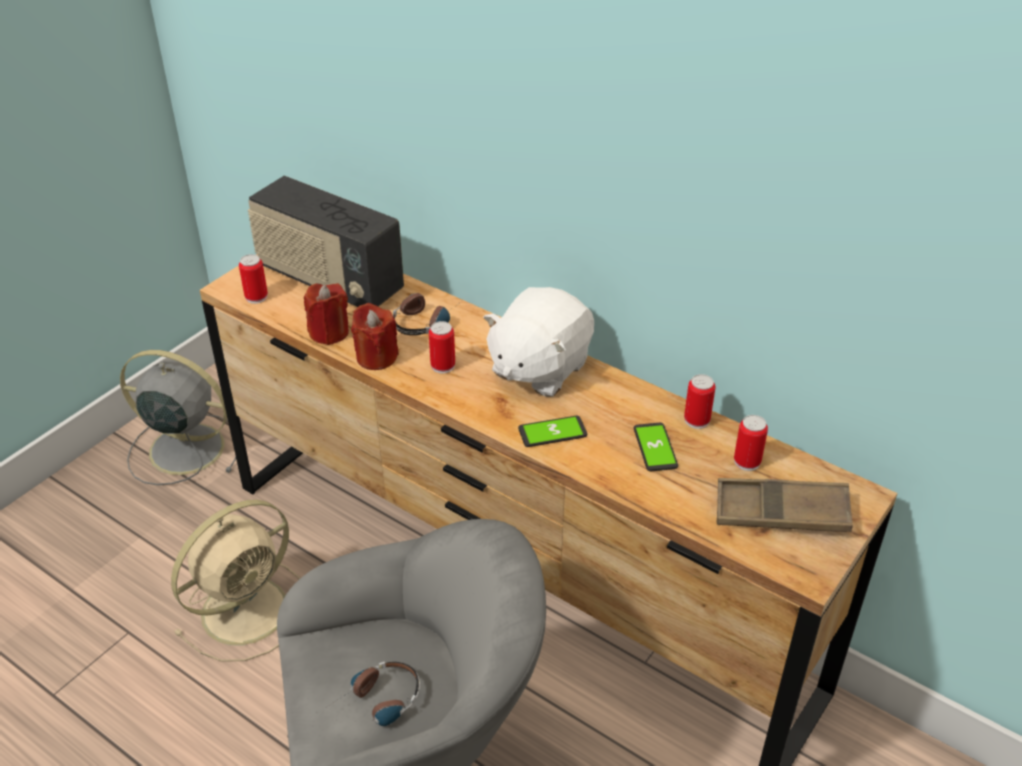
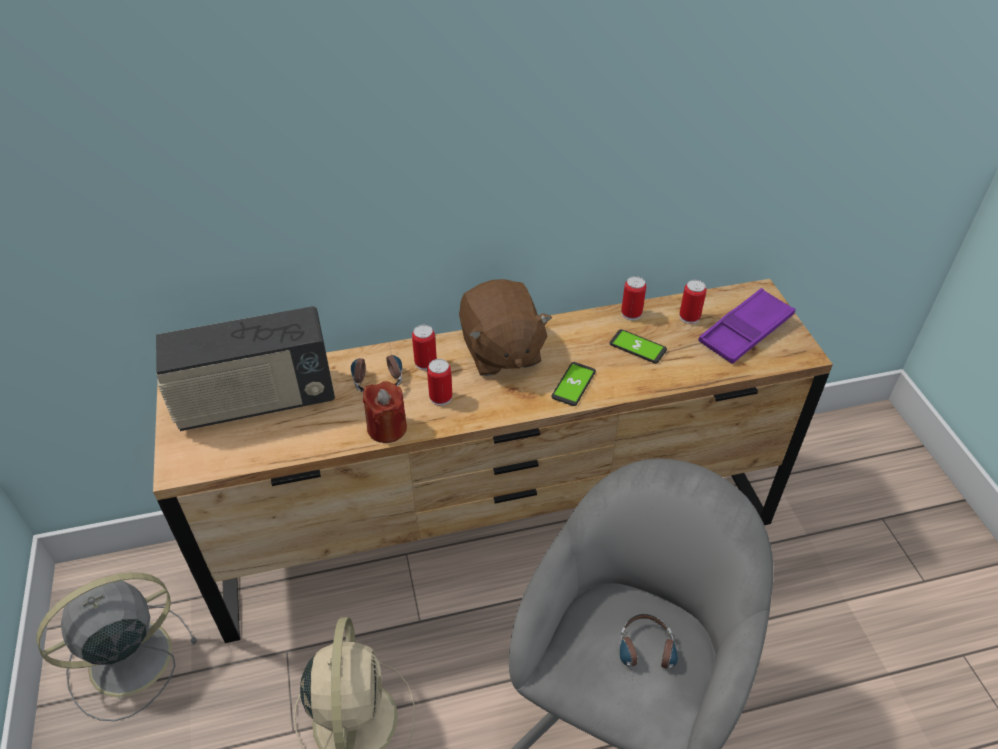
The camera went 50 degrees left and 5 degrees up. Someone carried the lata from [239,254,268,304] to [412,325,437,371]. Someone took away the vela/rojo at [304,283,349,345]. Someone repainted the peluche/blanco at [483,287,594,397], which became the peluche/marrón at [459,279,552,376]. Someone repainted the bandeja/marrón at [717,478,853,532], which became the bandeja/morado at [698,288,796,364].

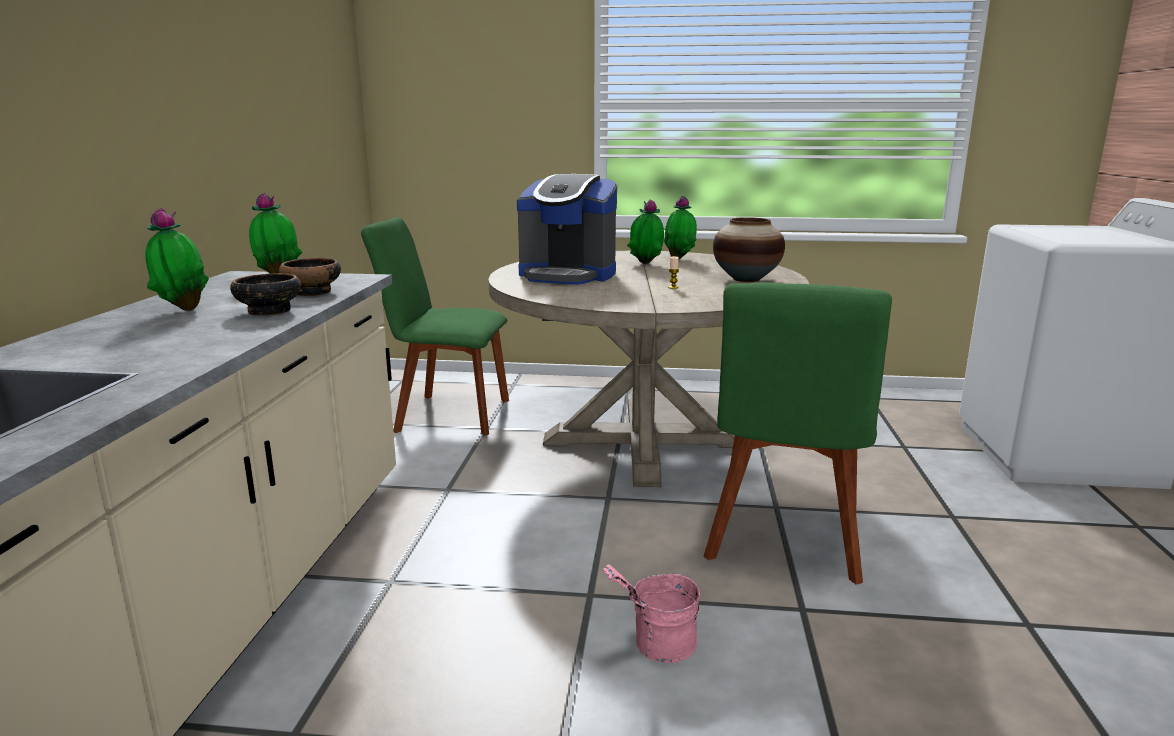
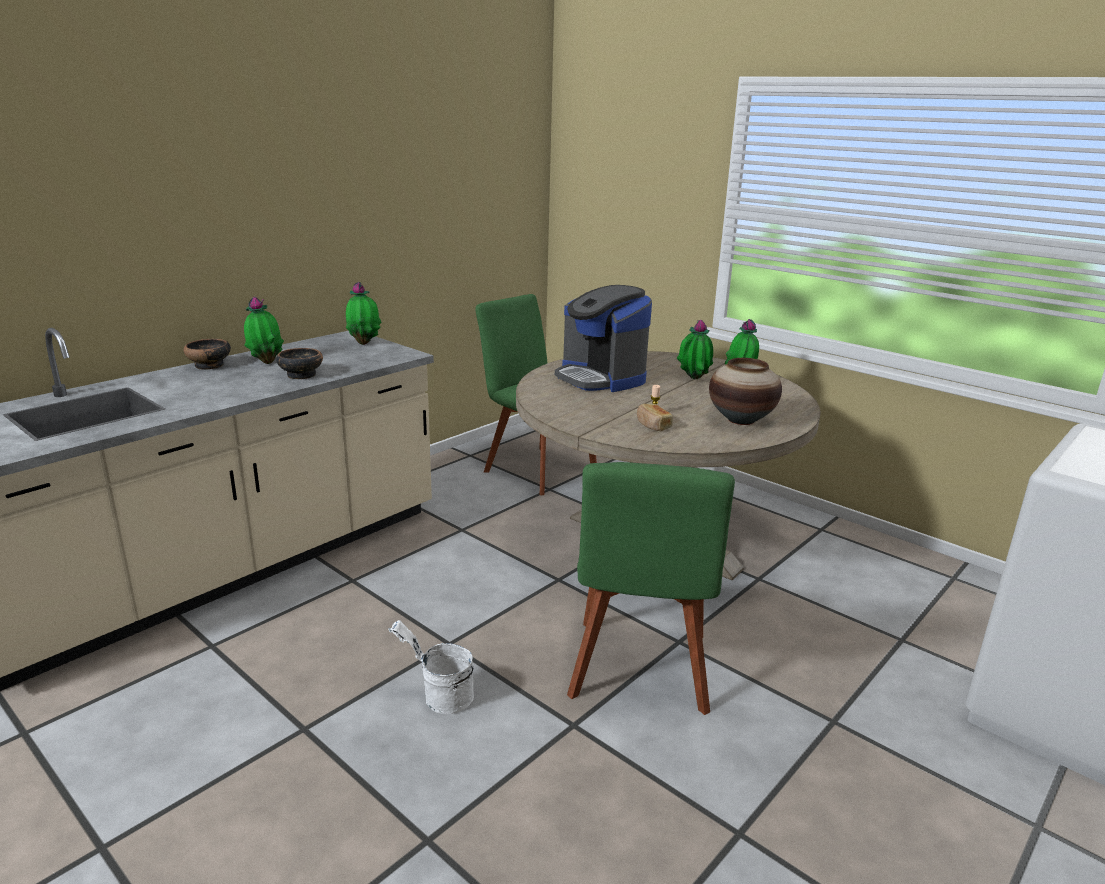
The camera went 35 degrees right and 5 degrees up. Someone carried the cuenco from [279,258,341,296] to [183,339,231,370]. Someone rotated the silla/verde at [703,283,892,585] by 45 degrees counterclockwise. Someone repainted the cubo/rosa at [603,564,700,663], which became the cubo/blanco at [388,620,474,714]. Someone put down the pan at [637,404,673,431].

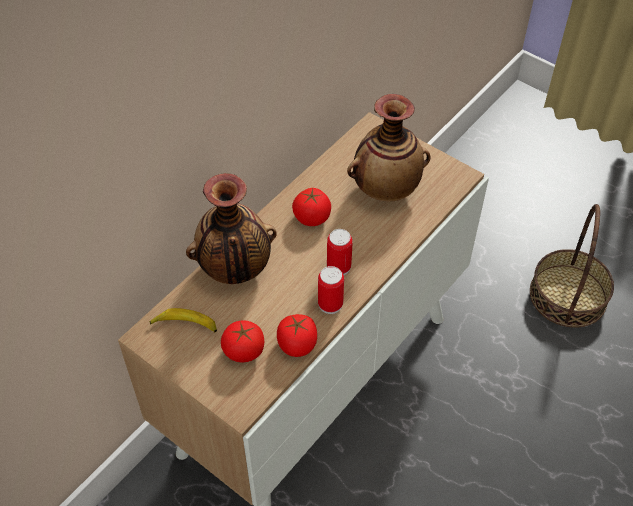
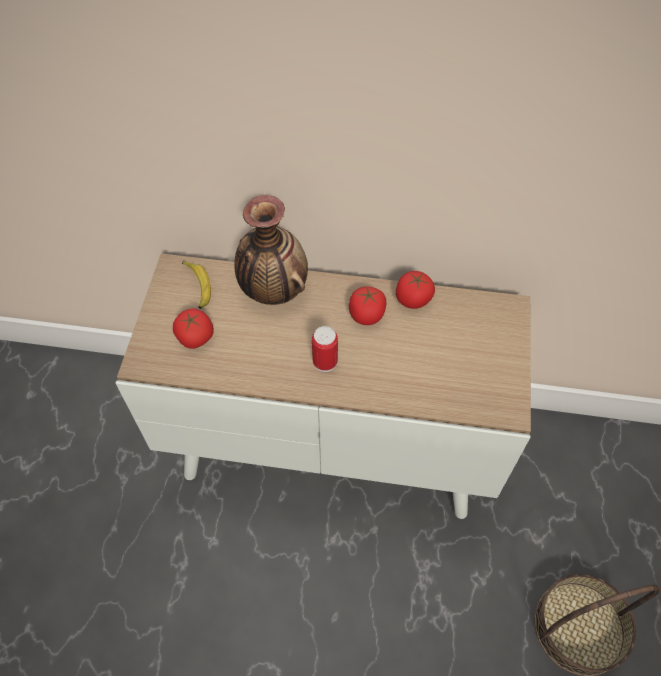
The camera went 60 degrees right and 5 degrees up. Someone took away the florero at [347,94,431,201]. Someone took away the lata at [318,266,344,314]. Someone carried the tomate from [277,314,317,357] to [396,271,435,309].

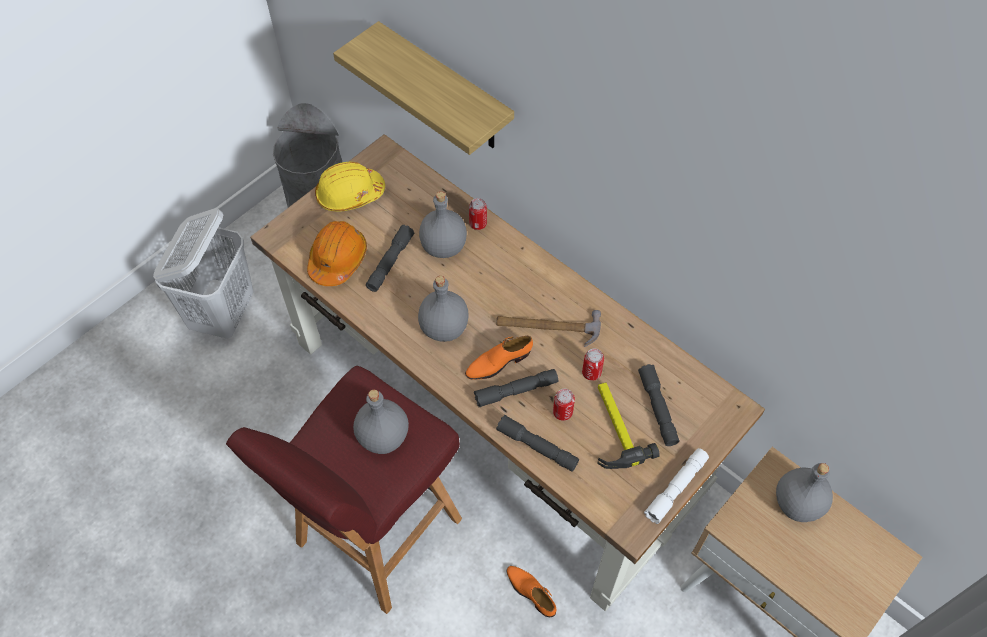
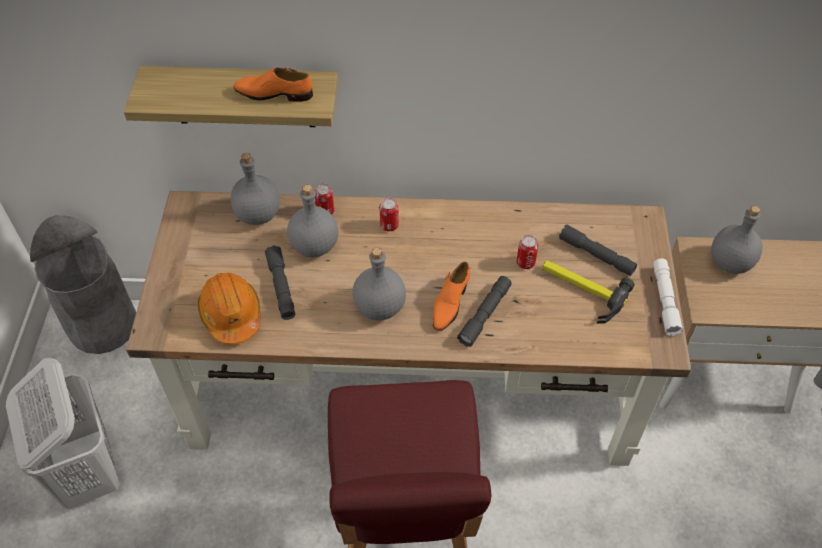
The camera went 40 degrees left and 5 degrees down. Someone took away the casco/amarillo at [315,162,385,212]. Someone took away the martillo at [496,310,601,347]. Someone carried the lata from [553,389,575,421] to [380,198,399,231]. Someone carried the botella/gris from [353,390,409,454] to [231,153,280,225]. Someone took away the linterna/gris at [496,415,579,472]. Someone carried the zapato/naranja from [507,566,557,617] to [234,67,313,102].

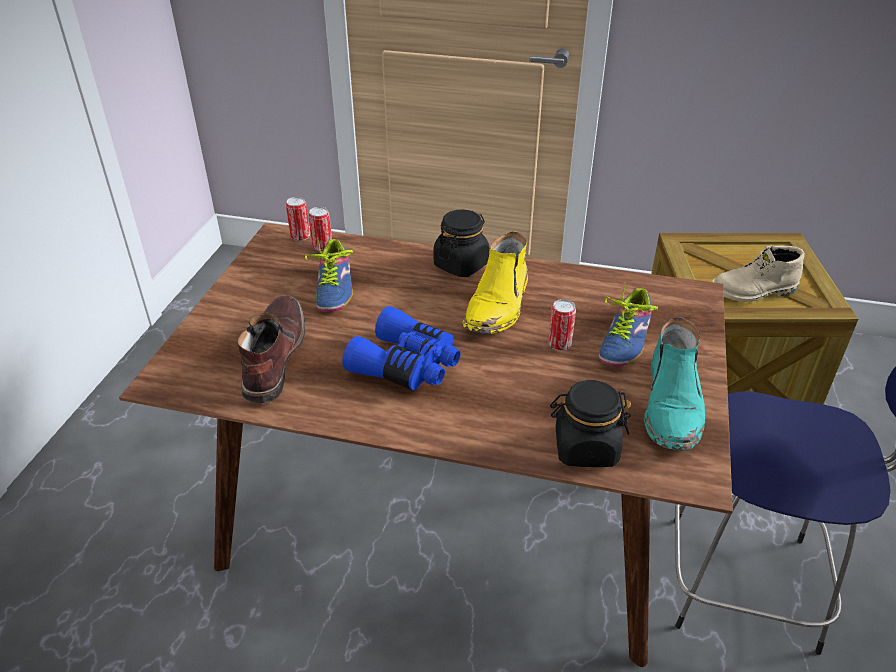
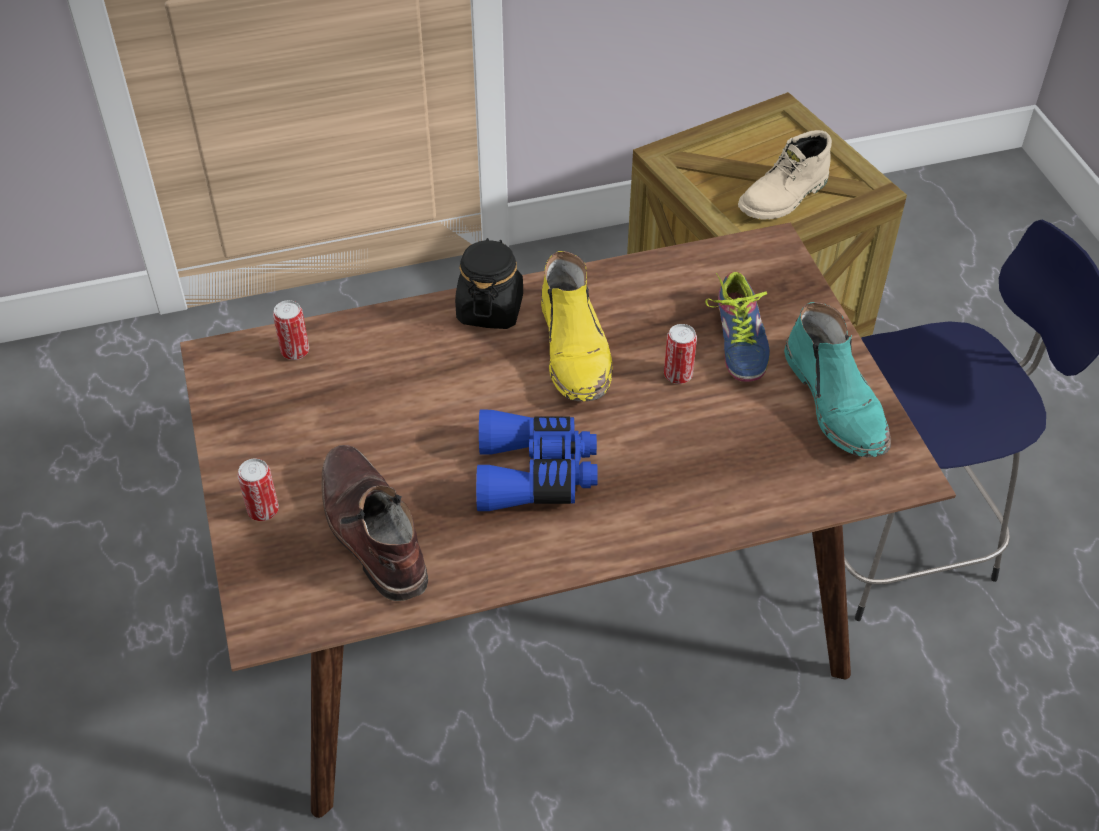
The camera went 30 degrees left and 10 degrees up. Someone carried the lata from [286,197,310,241] to [238,459,279,521]. Someone took away the zapato at [305,238,353,312]. Someone took away the tarro/negro at [550,380,631,467].

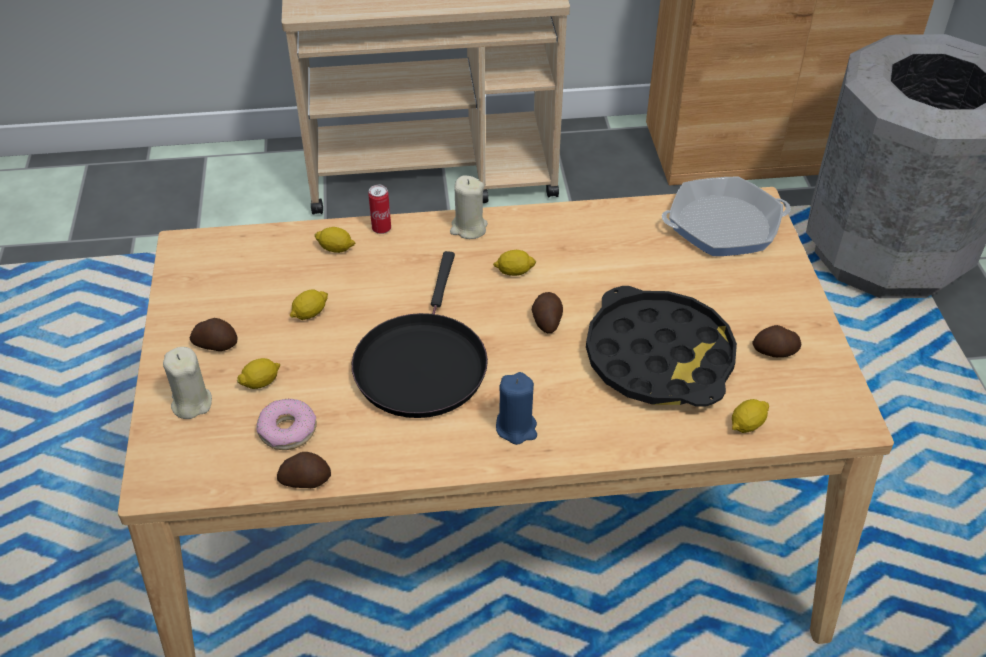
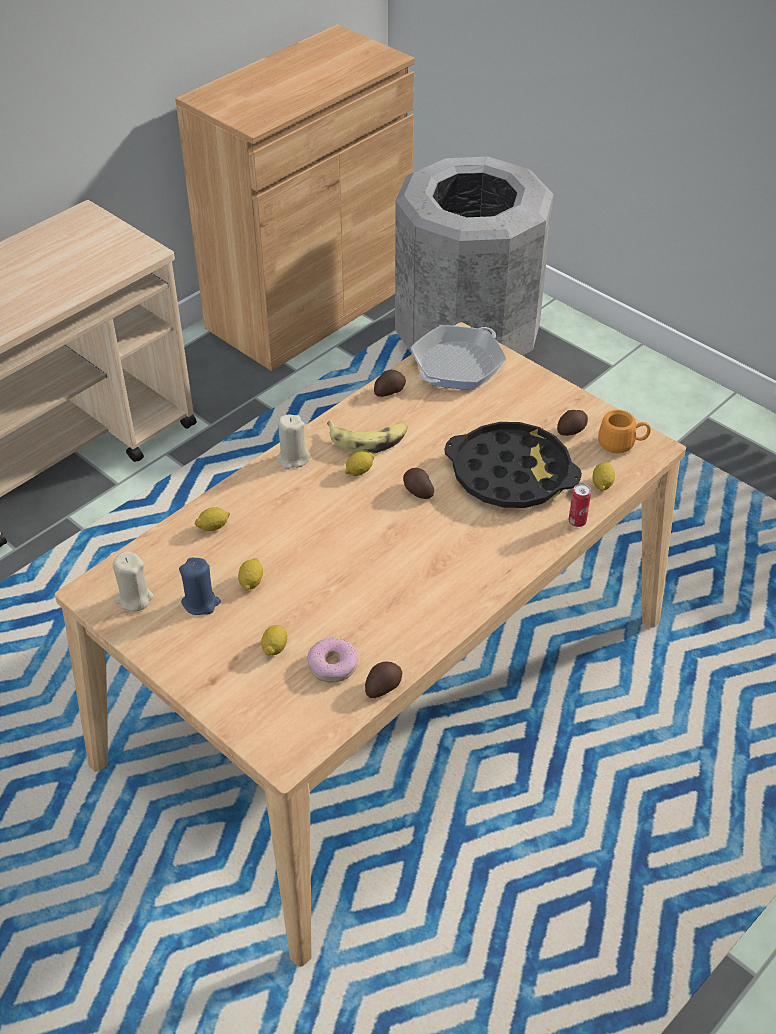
The camera went 40 degrees left and 0 degrees up. Someone carried the lata from [368,185,391,234] to [569,483,591,527]. Someone took away the sartén/negro at [352,251,488,418]. Someone carried the patata from [190,318,238,351] to [374,370,406,397]. Someone carried the vela/beis from [163,347,212,419] to [113,551,154,612]. Someone carried the vela/azul from [496,372,537,445] to [179,558,221,615]. Someone put down the taza grande/naranja at [598,410,651,453]. Someone put down the plátano at [327,420,407,453].

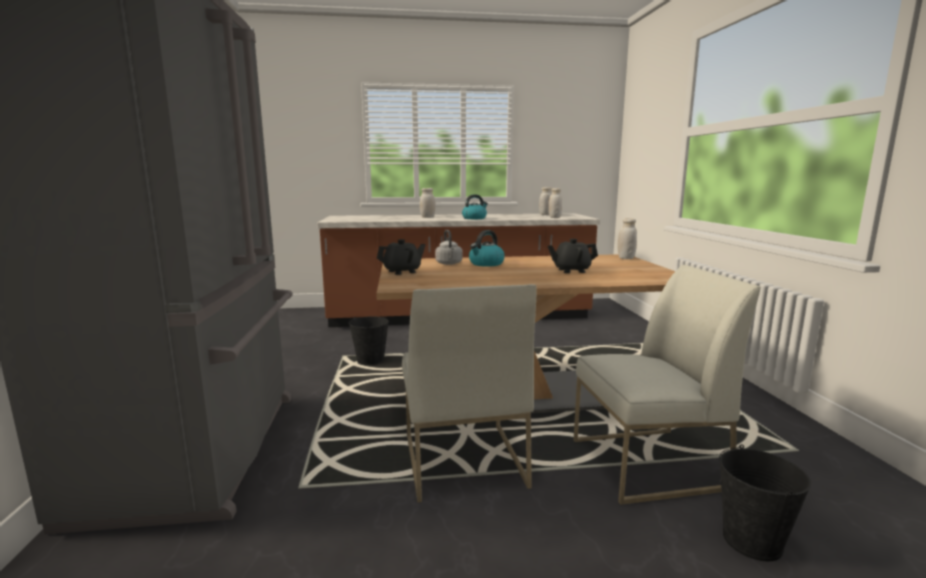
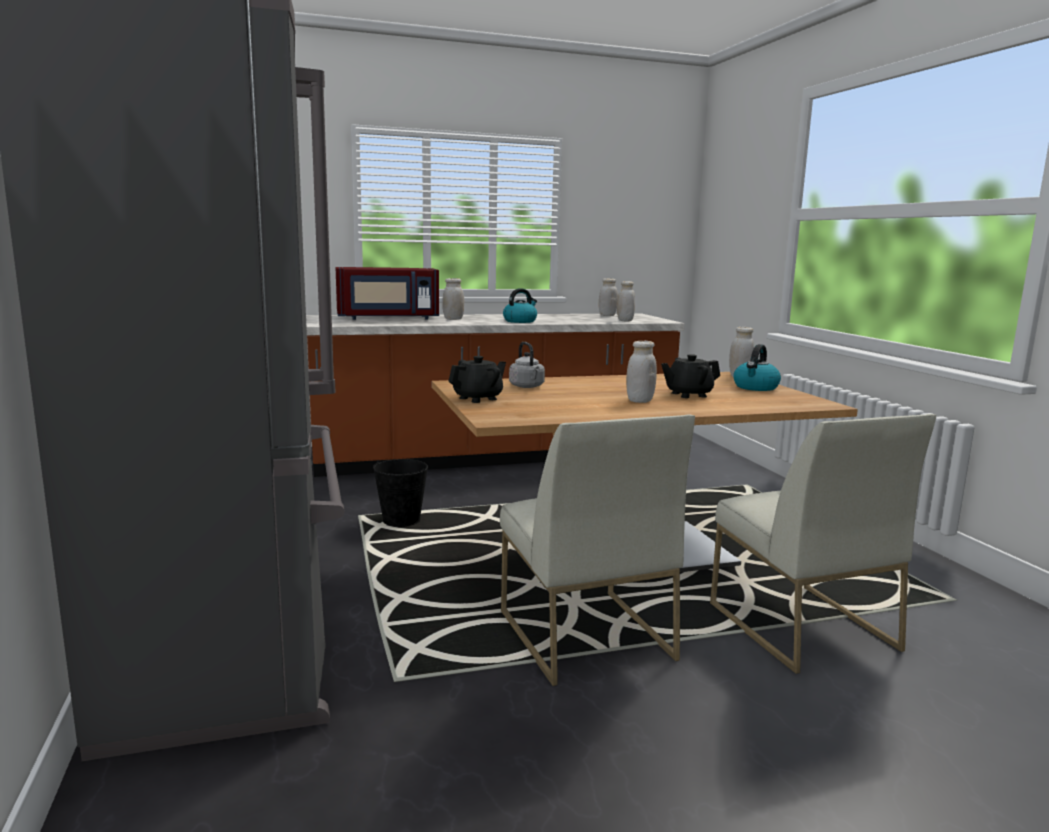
The camera went 10 degrees left and 0 degrees up. Someone carried the hervidor from [469,230,505,267] to [733,344,781,391]. Someone rotated the silla/blanco at [574,265,761,505] by 90 degrees clockwise. Someone took away the cubo/negro at [719,444,811,561]. Someone put down the microondas/rojo at [335,267,439,320]. Someone put down the tarro/blanco at [626,341,657,403].

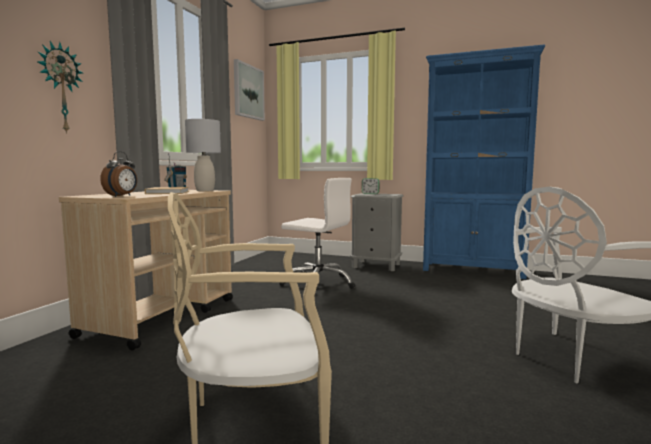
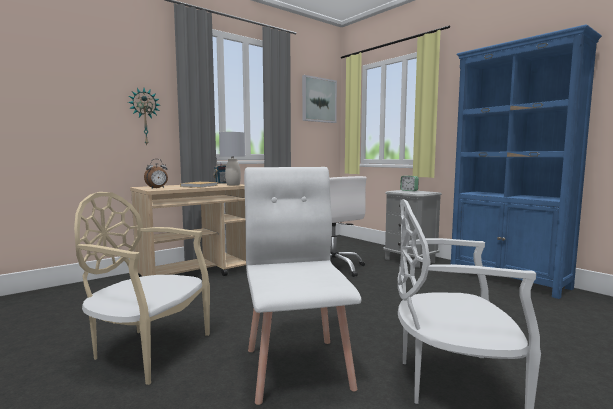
The camera went 30 degrees right and 0 degrees up. Someone put down the silla/blanco at [244,167,361,405].

